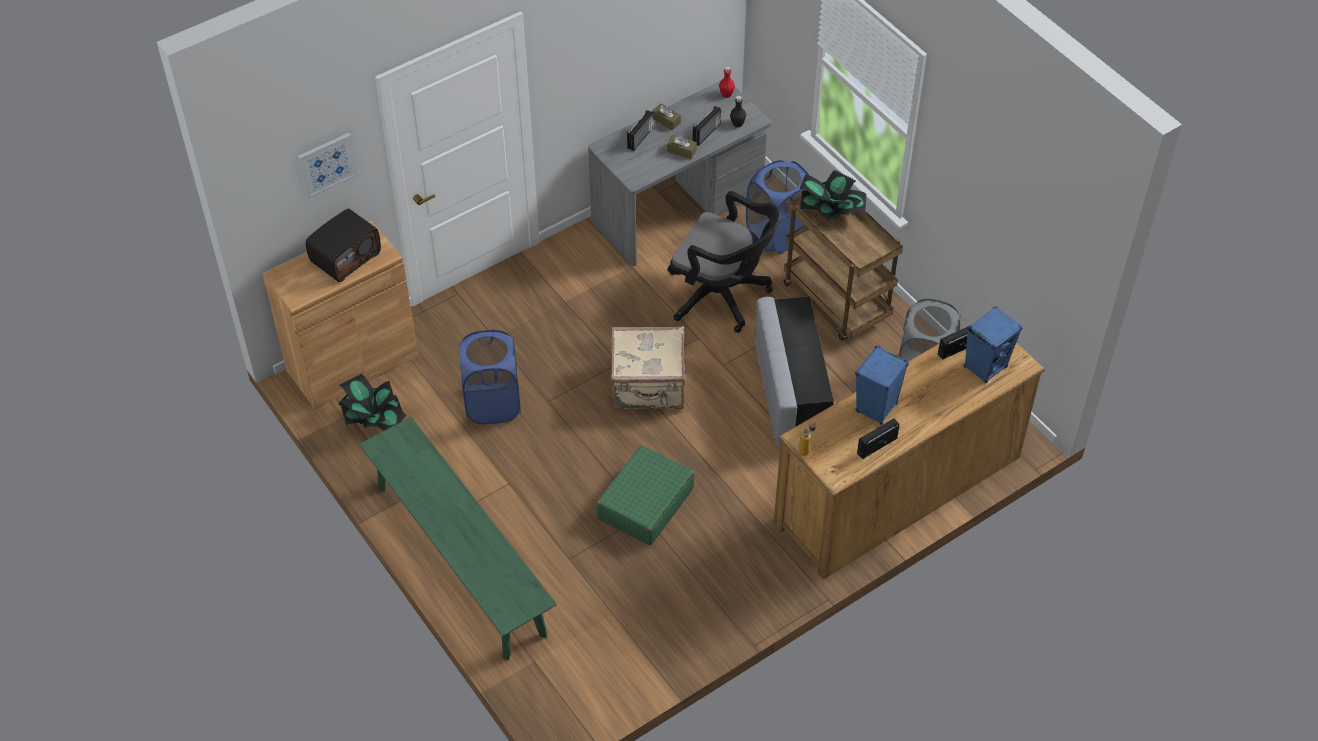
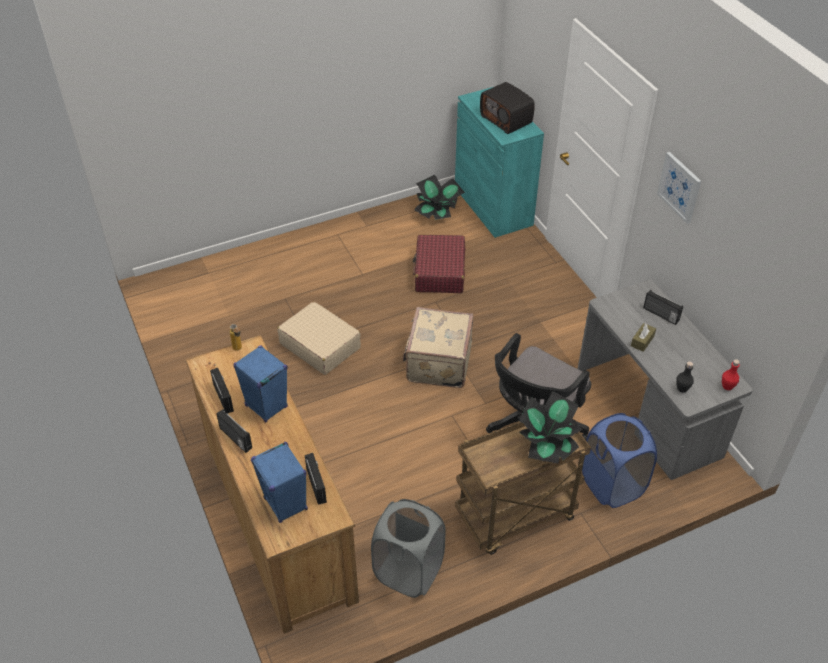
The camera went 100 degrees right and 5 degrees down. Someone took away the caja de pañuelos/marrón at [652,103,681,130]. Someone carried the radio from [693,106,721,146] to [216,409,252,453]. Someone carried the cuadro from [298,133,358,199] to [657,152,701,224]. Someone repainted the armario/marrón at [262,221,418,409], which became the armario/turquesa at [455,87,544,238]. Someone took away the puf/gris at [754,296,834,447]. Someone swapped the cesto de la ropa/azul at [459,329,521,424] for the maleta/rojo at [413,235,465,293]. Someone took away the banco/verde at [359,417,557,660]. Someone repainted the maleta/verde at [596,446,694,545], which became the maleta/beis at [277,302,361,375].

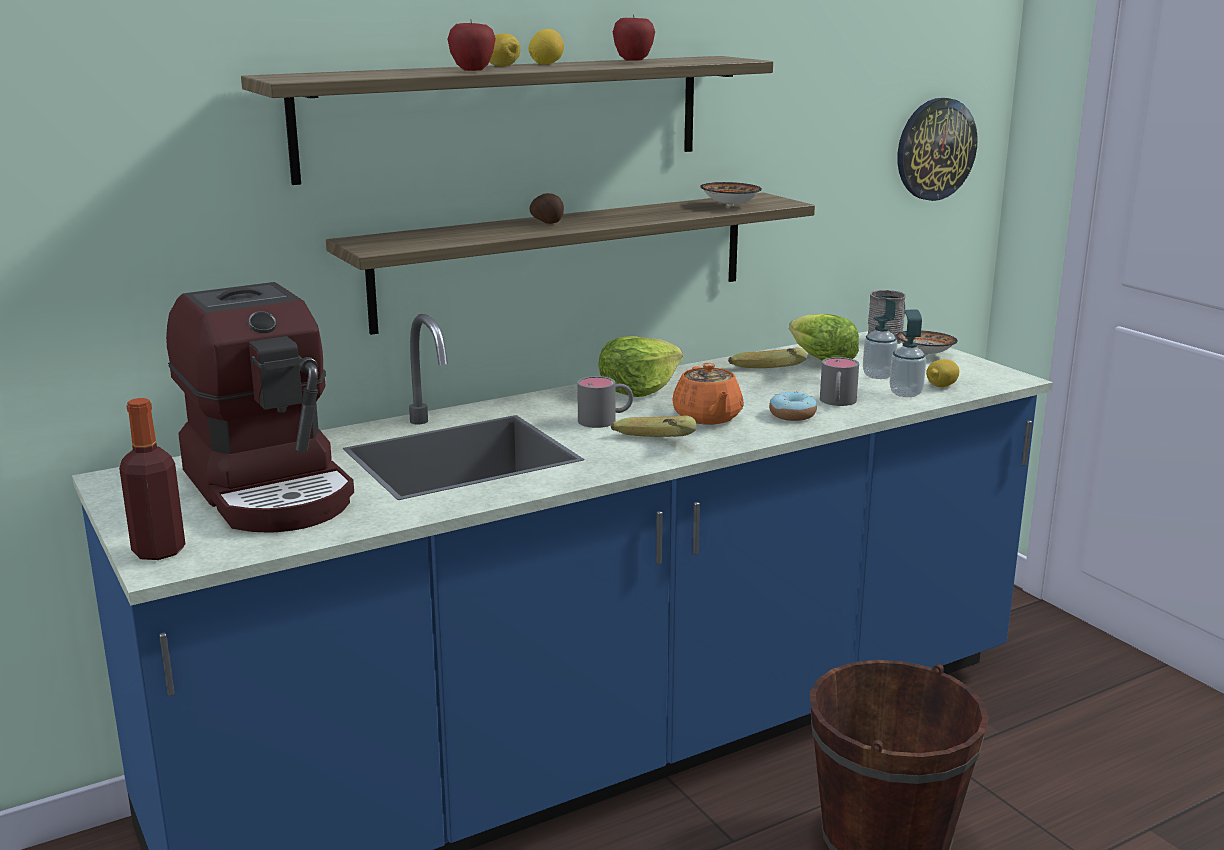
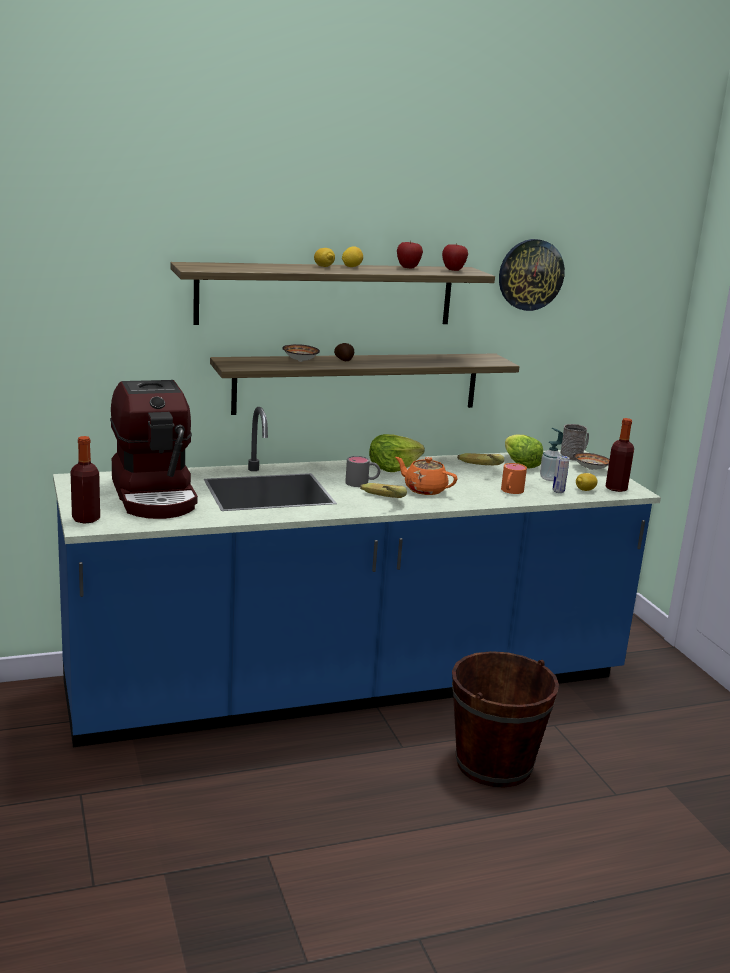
The camera went 10 degrees right and 0 degrees up. Someone carried the manzana from [447,21,496,71] to [442,244,468,271]. Someone carried the reloj de pared from [898,98,978,201] to [499,239,565,311]. Someone carried the cuenco from [700,182,762,207] to [282,344,320,362]. Someone swapped the dispensador de jabón at [890,310,926,397] for the lata at [553,455,570,493]. Someone repainted the taza grande/gris at [820,357,859,406], which became the taza grande/naranja at [501,463,527,494]. Someone rotated the tetera/naranja at [672,363,744,424] by 120 degrees clockwise. Someone took away the rosquilla at [769,392,817,421]. Someone put down the botella at [606,418,634,492].

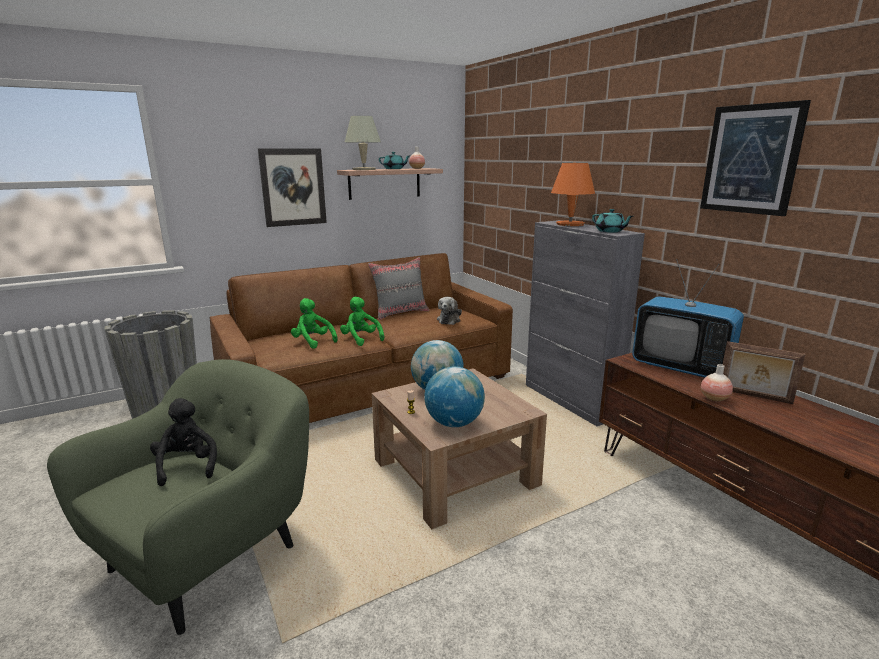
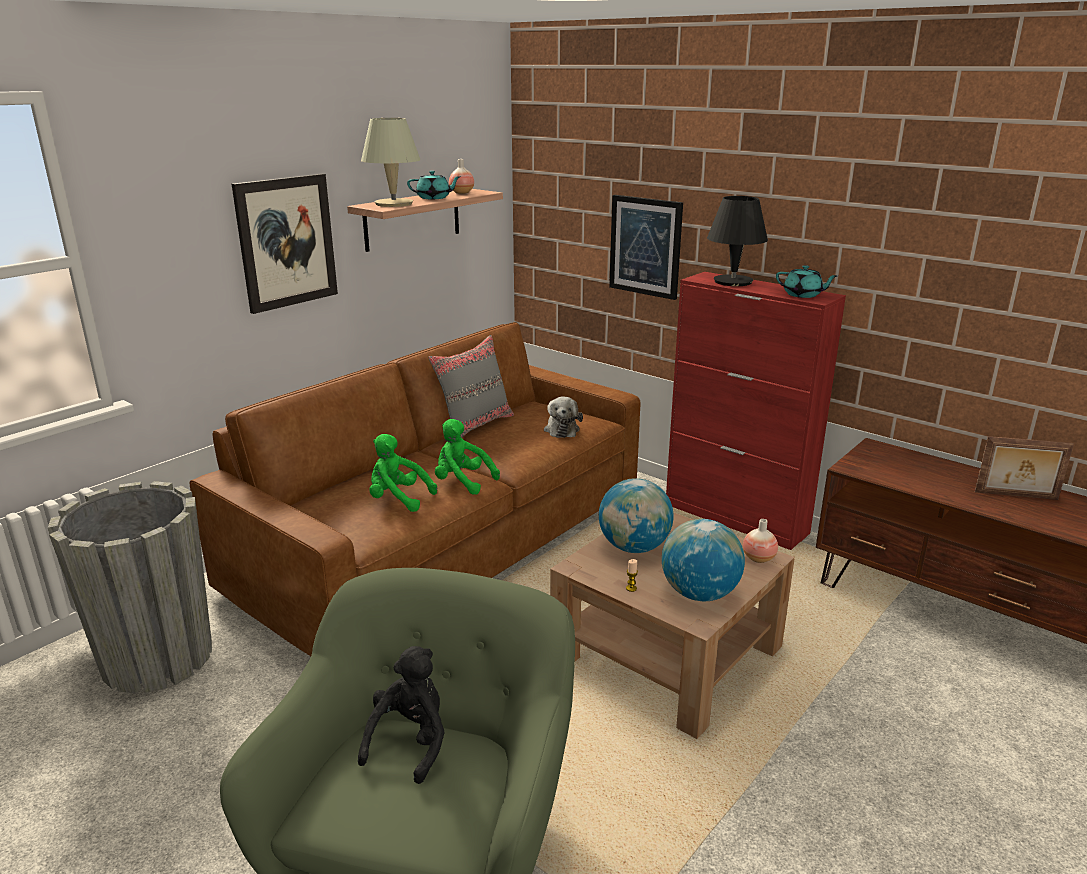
The camera went 20 degrees left and 5 degrees up. Someone carried the cuadro from [700,100,811,216] to [609,195,683,300]. Someone repainted the lámpara de mesa/naranja at [551,163,595,226], which became the lámpara de mesa/negro at [707,196,768,286]. Someone repainted the armario/gris at [526,220,645,426], which became the armario/rojo at [666,272,846,550]. Someone took away the televisor at [632,259,744,378]. Someone carried the florero from [701,364,733,401] to [743,519,778,563]. Someone rotated the peluche/negro at [150,398,217,486] by 60 degrees clockwise.

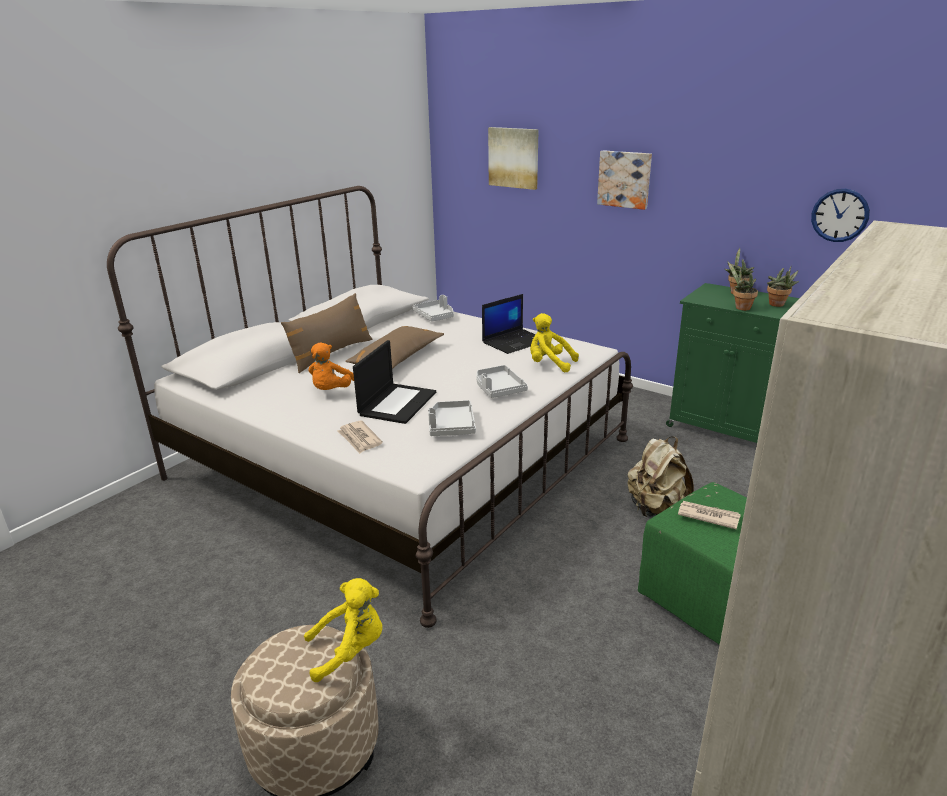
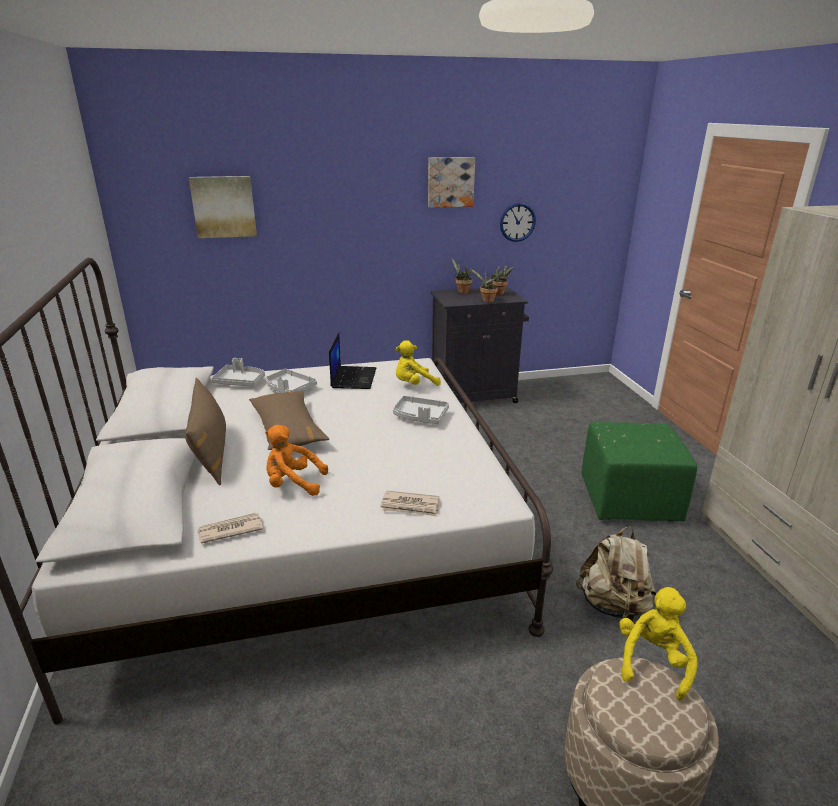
The camera went 50 degrees left and 0 degrees up. Someone carried the cuadro from [597,150,652,210] to [428,157,475,208]. Someone repainted the armario/verde at [666,283,799,443], which became the armario/negro at [430,286,529,403]. Someone took away the portátil at [353,340,436,424]. Someone rotated the peluche/naranja at [308,342,354,390] by 135 degrees clockwise. Someone carried the bandeja/gris from [428,400,476,436] to [265,369,317,393]. Someone carried the mochila/beis from [627,436,694,517] to [576,527,656,621]. Someone carried the periódico from [678,501,741,530] to [197,513,263,544].

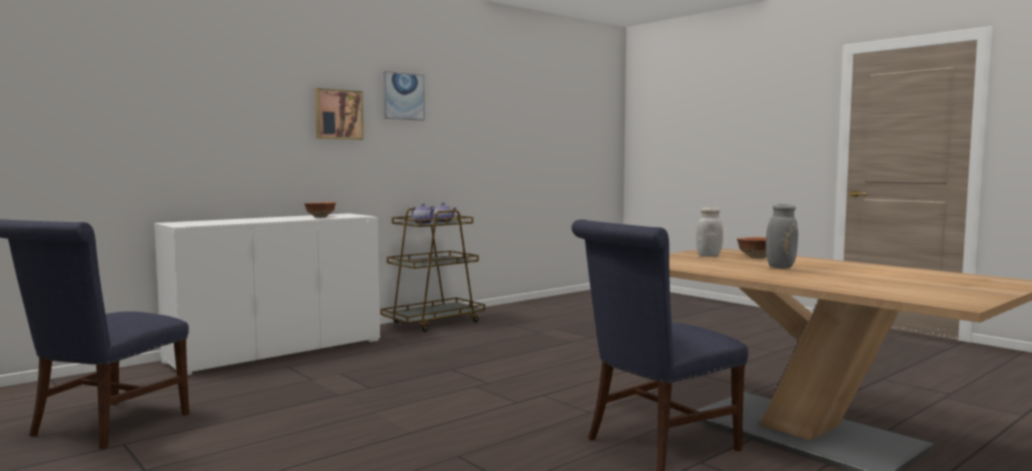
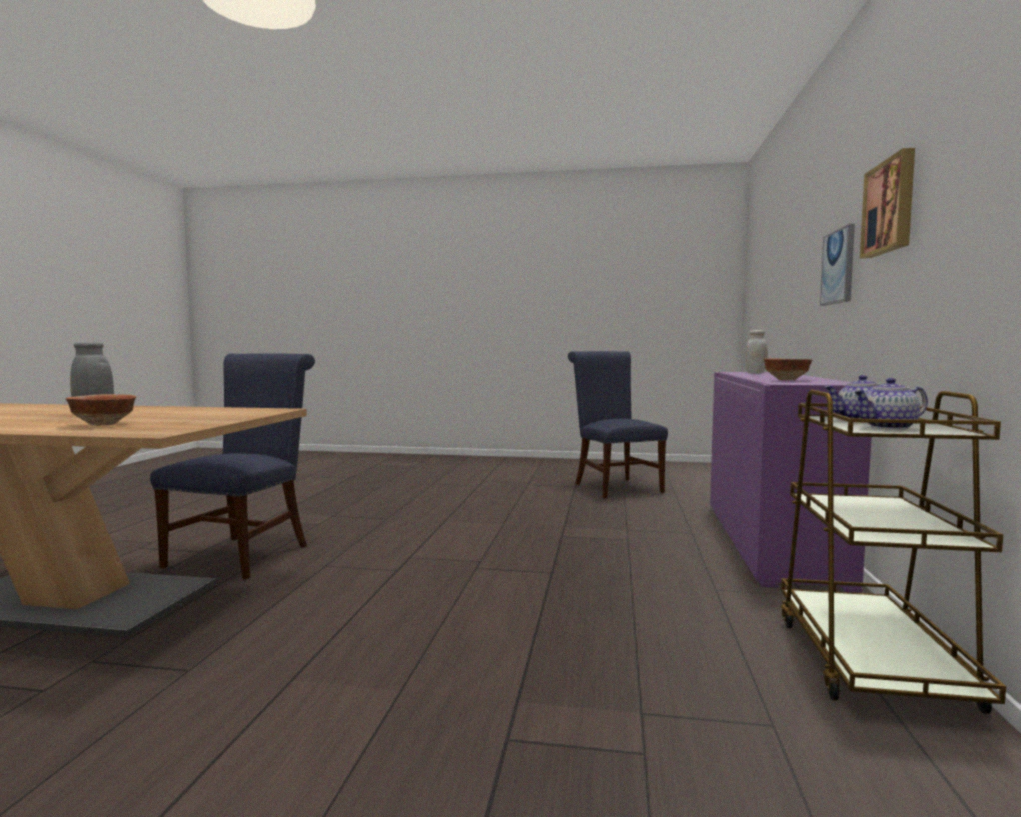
The camera went 140 degrees right and 0 degrees up. Someone carried the cuadro from [383,71,425,121] to [820,224,855,306]. Someone carried the tarro/blanco from [696,208,723,257] to [745,330,768,374]. Someone repainted the armario/blanco at [154,213,380,375], which became the armario/morado at [710,372,871,593].

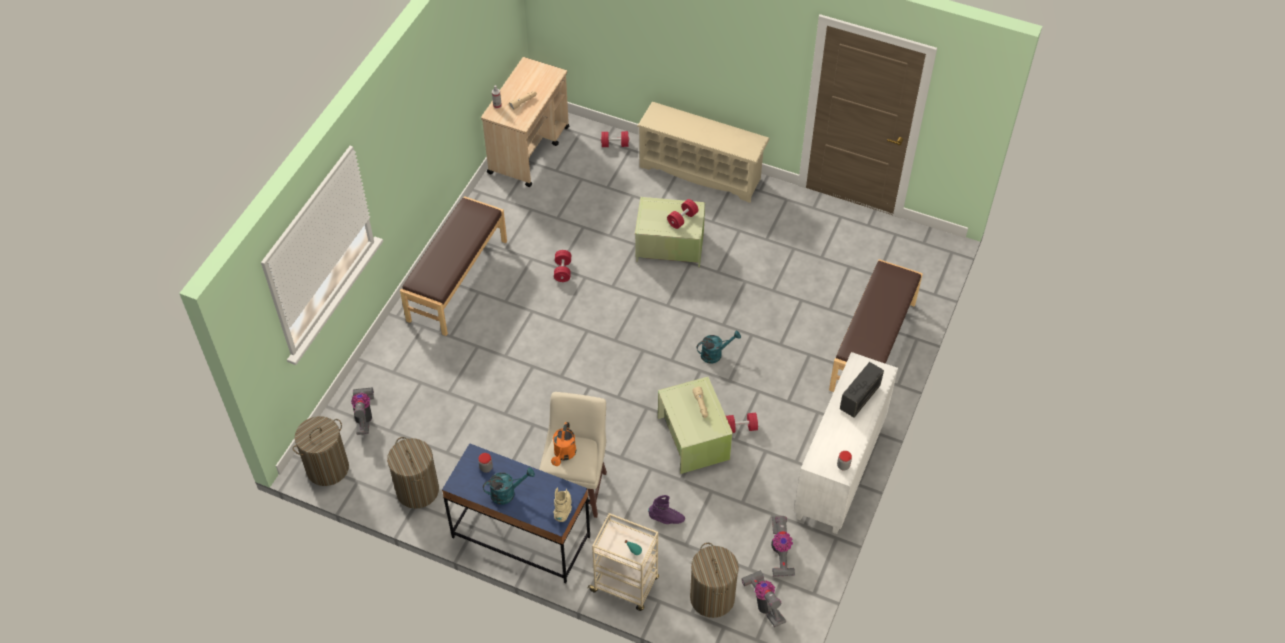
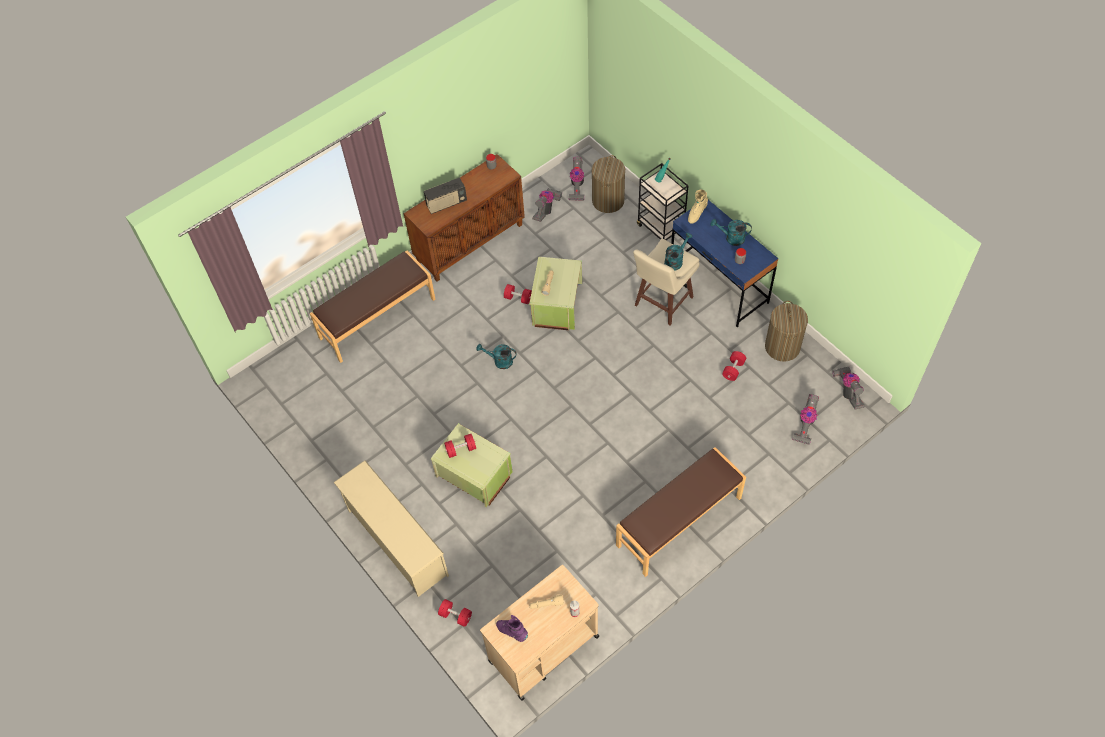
The camera went 150 degrees left and 5 degrees up. Someone carried the mancuerna/rojo from [554,250,571,282] to [722,351,746,381]. Someone repainted the armario/blanco at [794,352,898,534], which became the armario/marrón at [403,154,525,281]. Someone swapped the cesto de la ropa at [293,416,349,486] for the aspiradora at [832,367,865,409]. Someone repainted the regadera/naranja at [551,422,576,466], which became the regadera/turquesa at [664,233,692,271]. Someone carried the bota/morado from [648,495,685,524] to [496,615,528,642]. Someone repainted the carrito/beis at [587,513,659,611], which became the carrito/negro at [637,163,689,240].

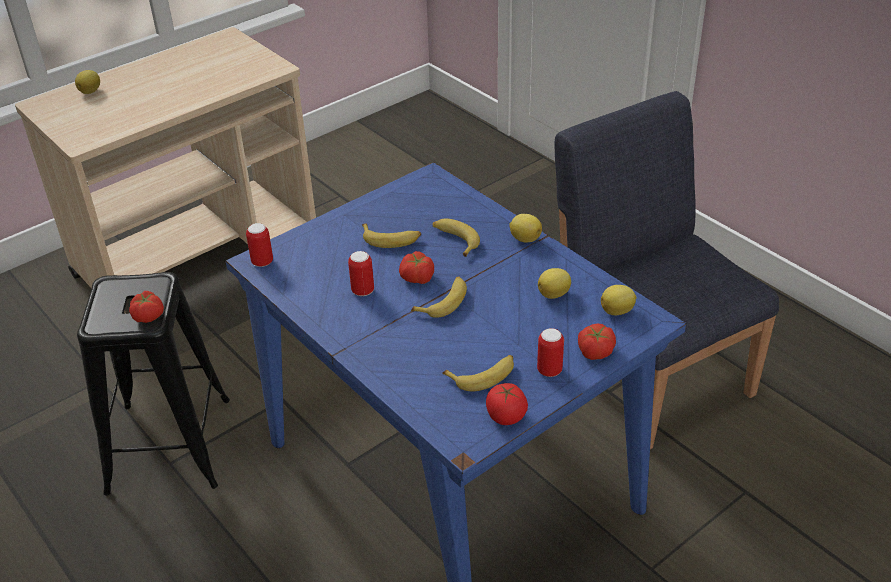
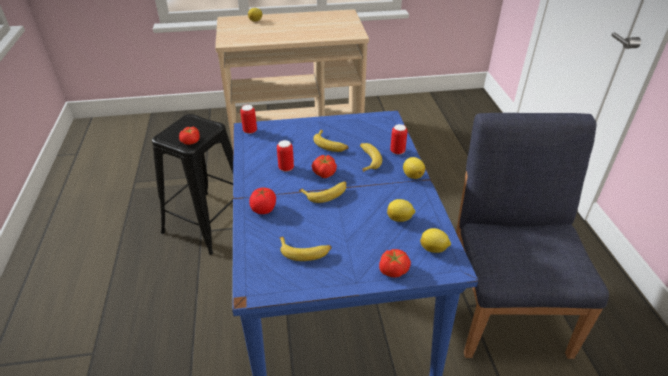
The camera went 30 degrees right and 0 degrees up. Someone carried the lata from [537,328,564,377] to [390,124,407,155]. Someone carried the tomate from [486,383,528,425] to [249,188,276,214].

